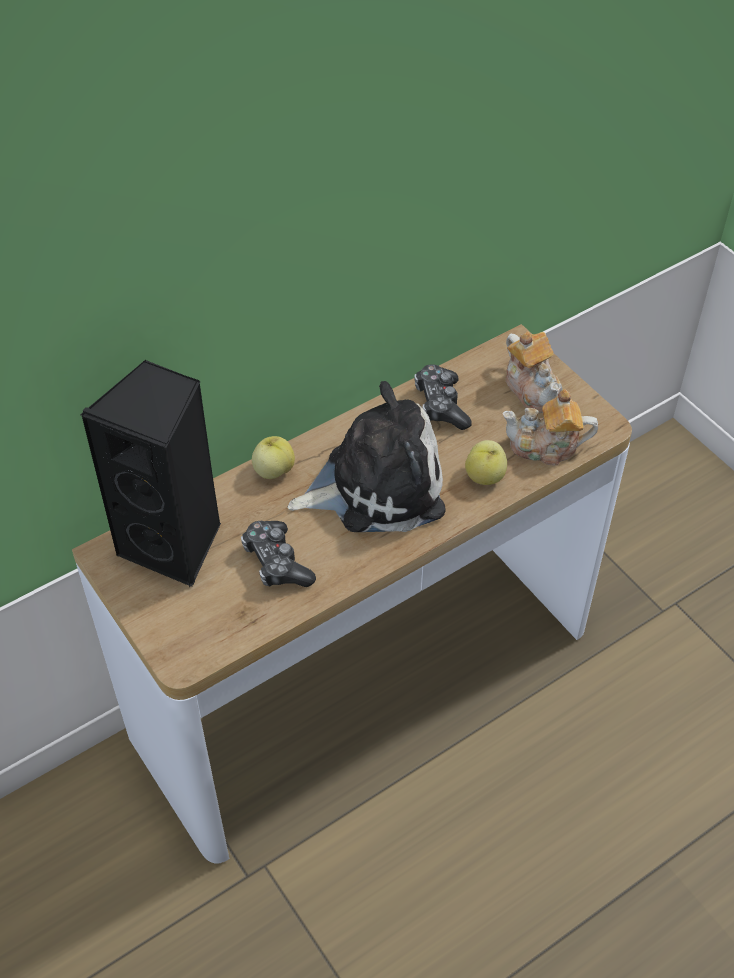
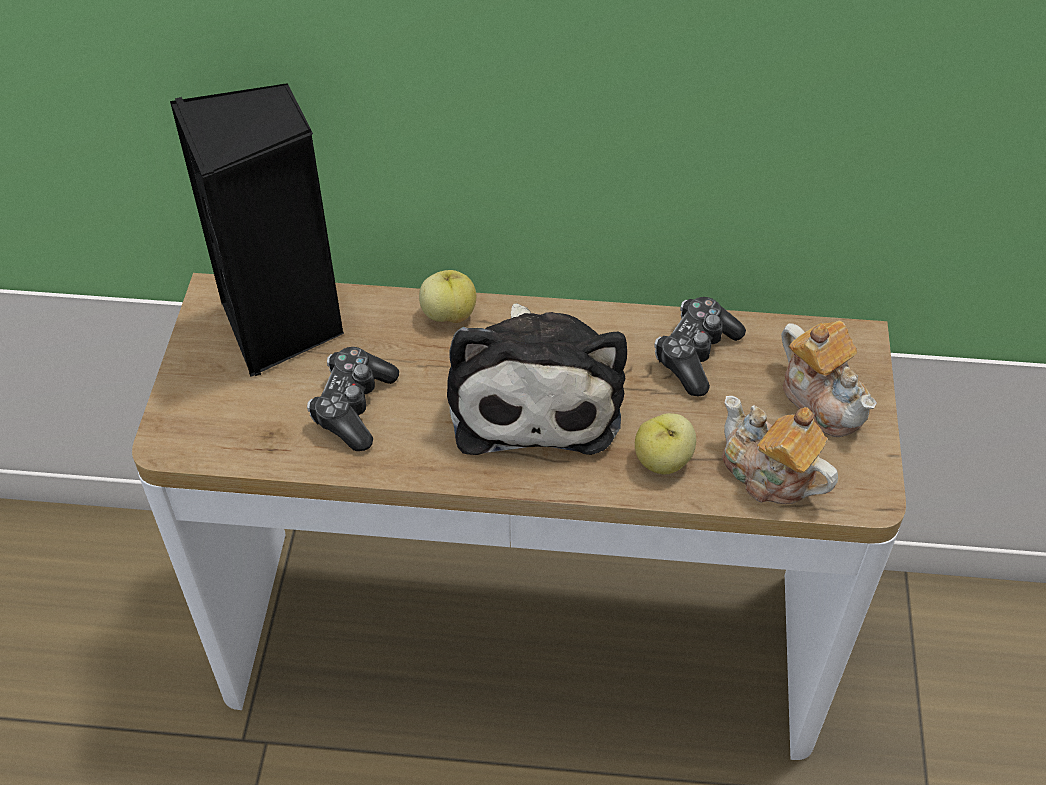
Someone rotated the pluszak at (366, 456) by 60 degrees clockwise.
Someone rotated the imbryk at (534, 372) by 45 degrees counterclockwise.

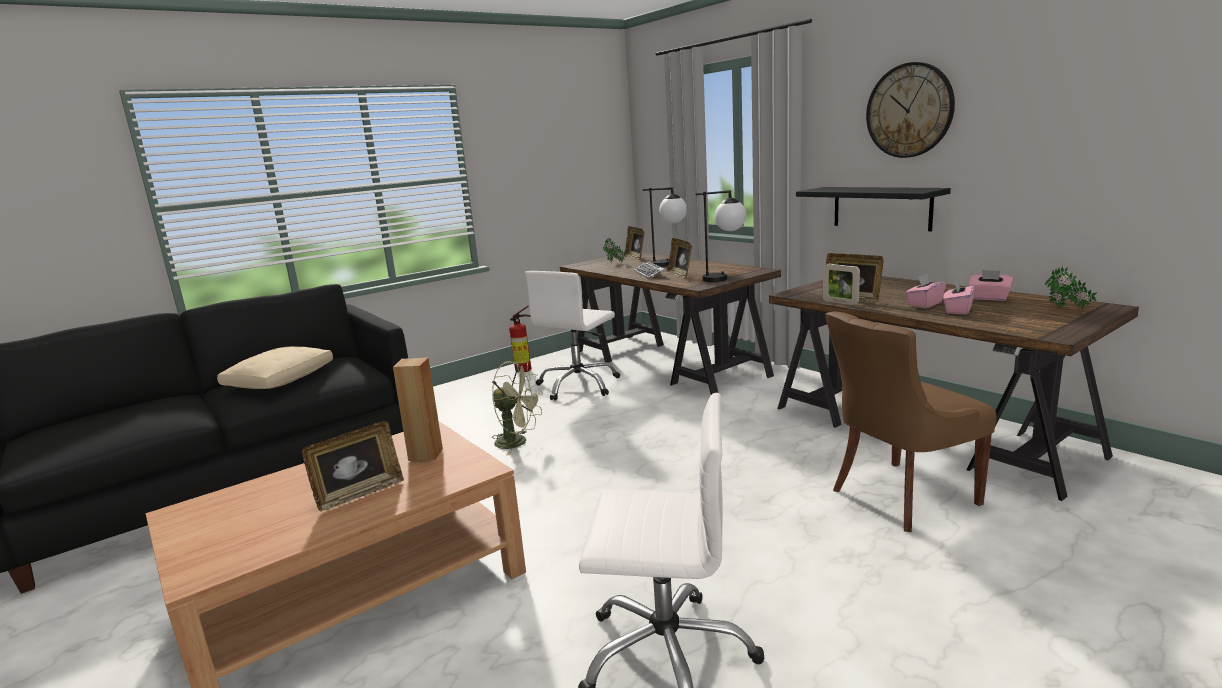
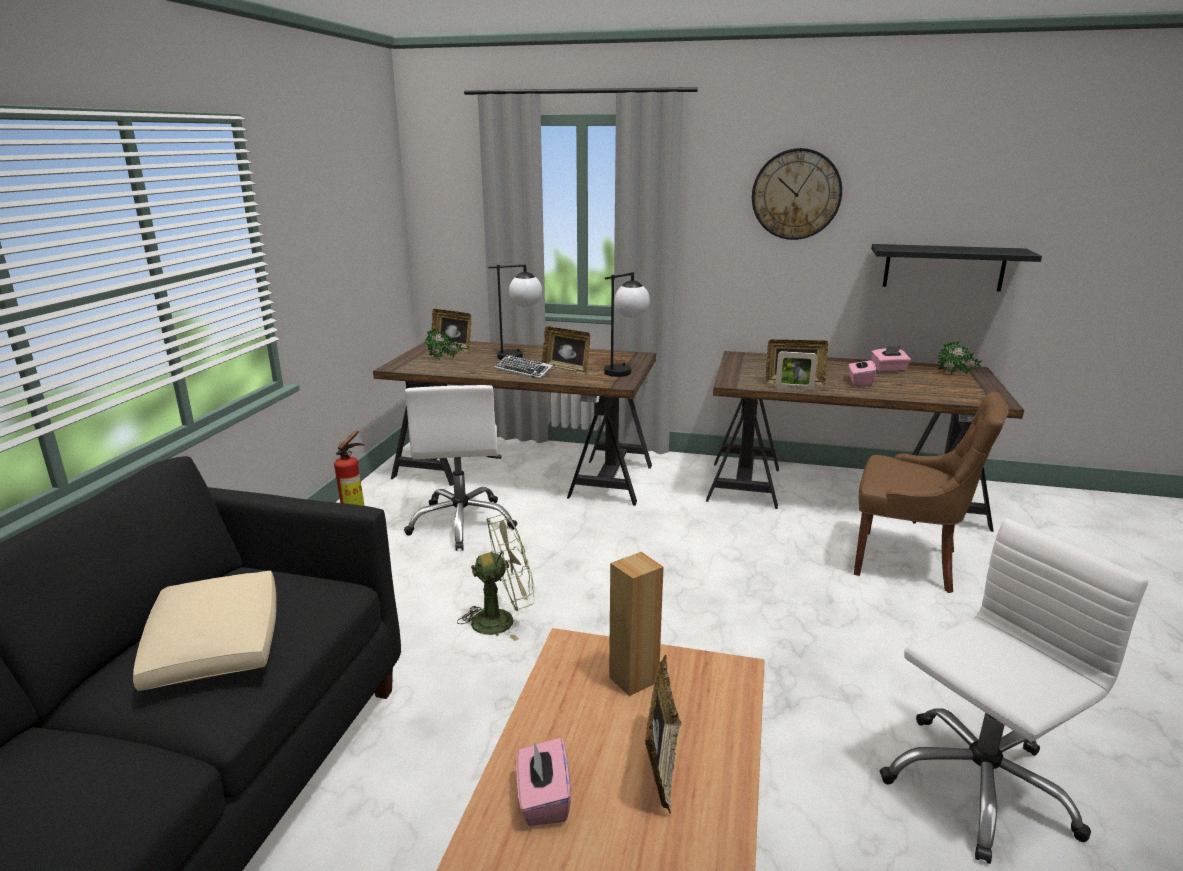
Someone carried the półka [czarny] from (873, 209) to (956, 267).
Someone rotated the krzesło [brązowy] at (910, 421) by 90 degrees counterclockwise.
Someone carried the pudełko chusteczek [różowy] from (959, 297) to (543, 782).

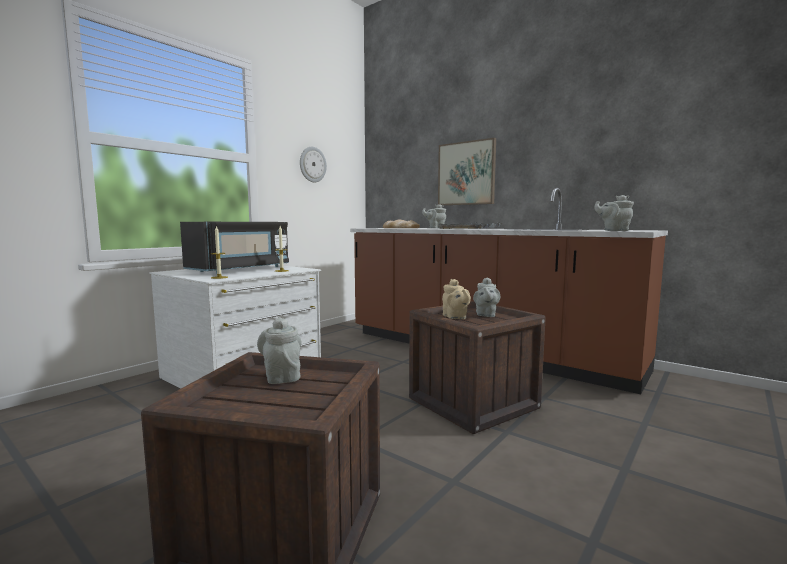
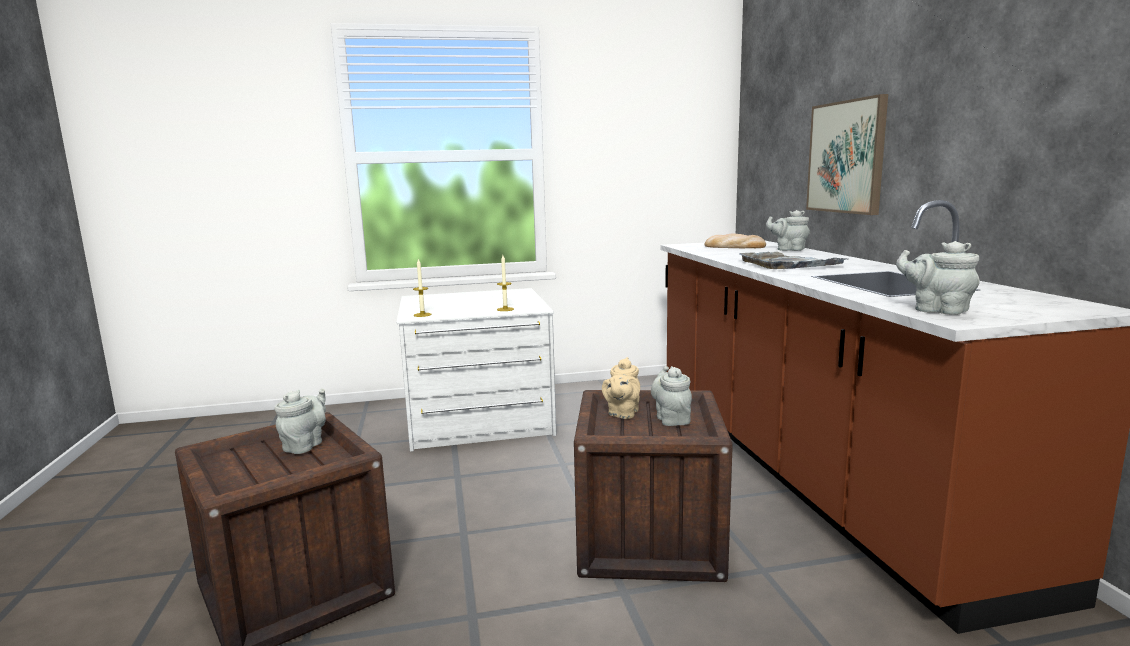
Someone took away the mikrofalówka [czarny] at (234, 248).
Someone took away the zegar ścienny at (313, 164).
Someone rotated the imbryk [szary] at (486, 297) by 120 degrees clockwise.

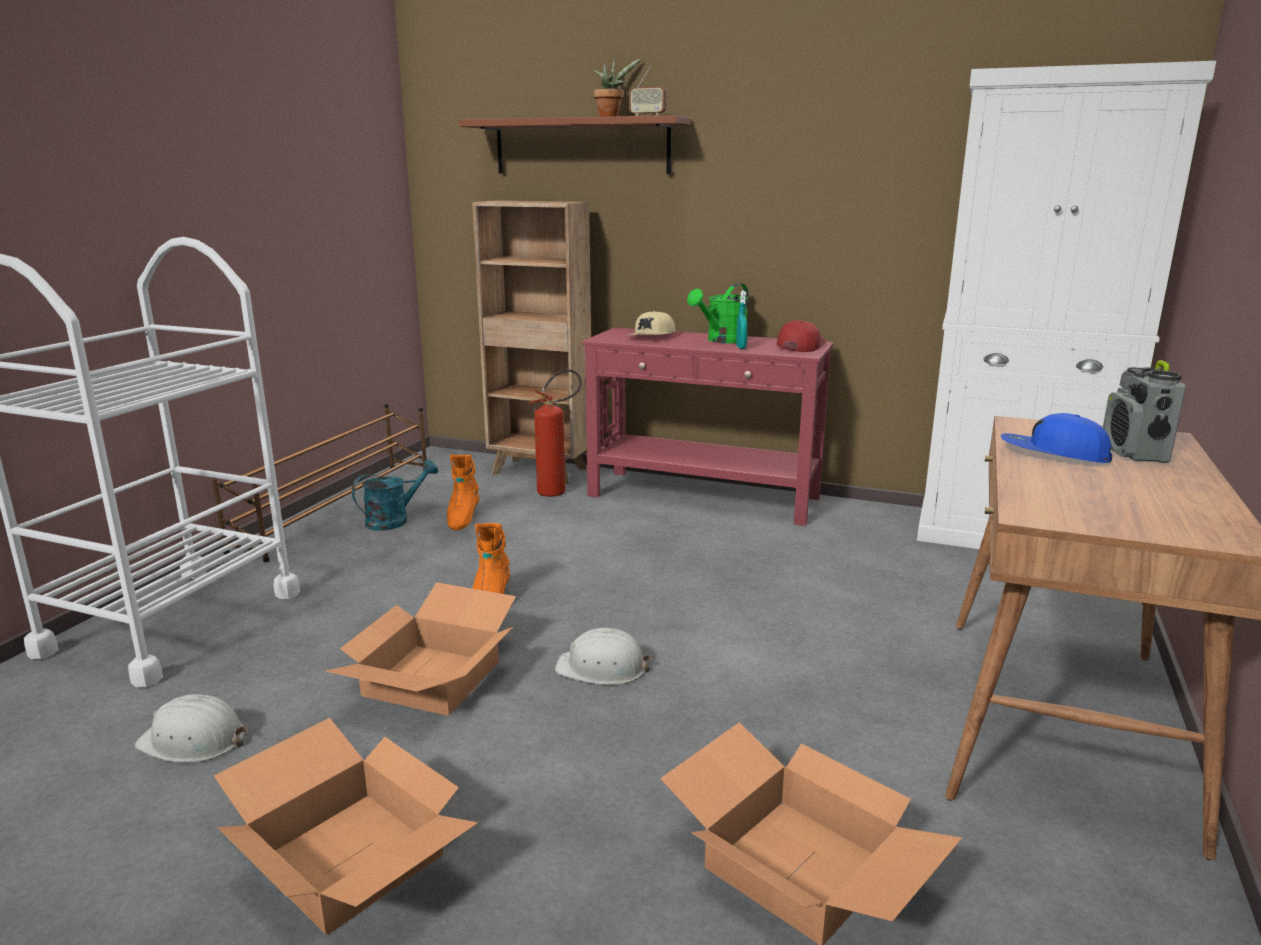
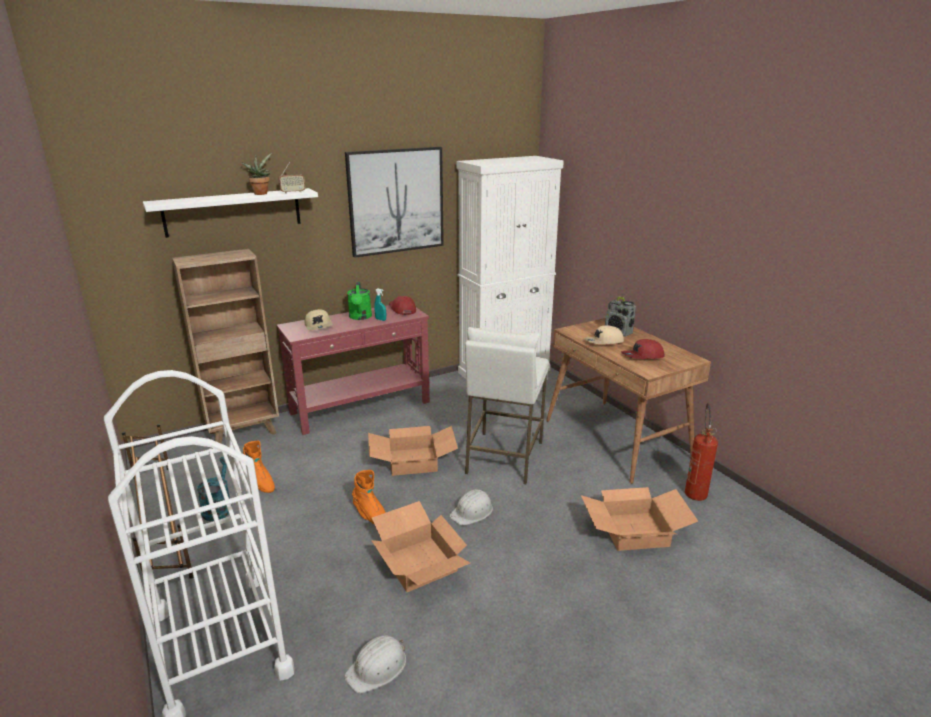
Someone carried the karton from (346, 826) to (413, 451).
Someone repainted the półka [brązowy] at (575, 144), which became the półka [biały] at (230, 213).
Someone carried the gaśnica from (555, 433) to (701, 452).
Someone repainted the czapka z daszkiem [niebieski] at (1056, 438), which became the czapka z daszkiem [beżowy] at (603, 334).
Someone put up the obraz at (394, 202).
Someone put down the stołek [biały] at (507, 405).
Someone put down the czapka z daszkiem [czerwony] at (642, 349).

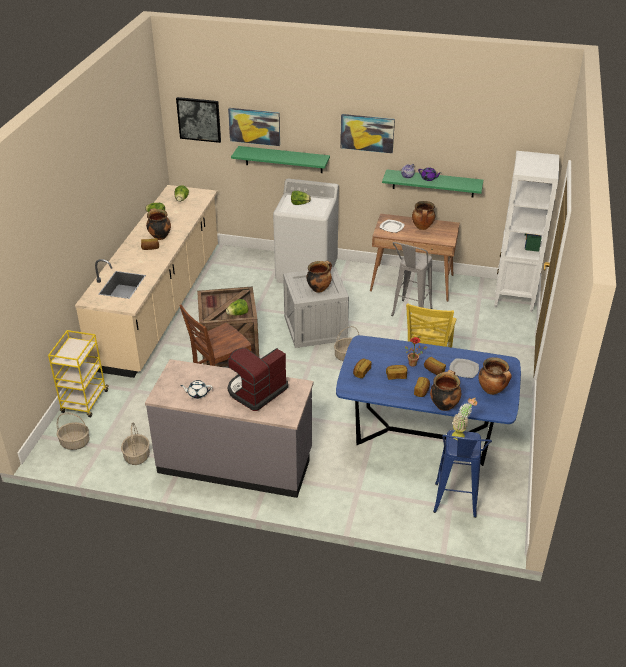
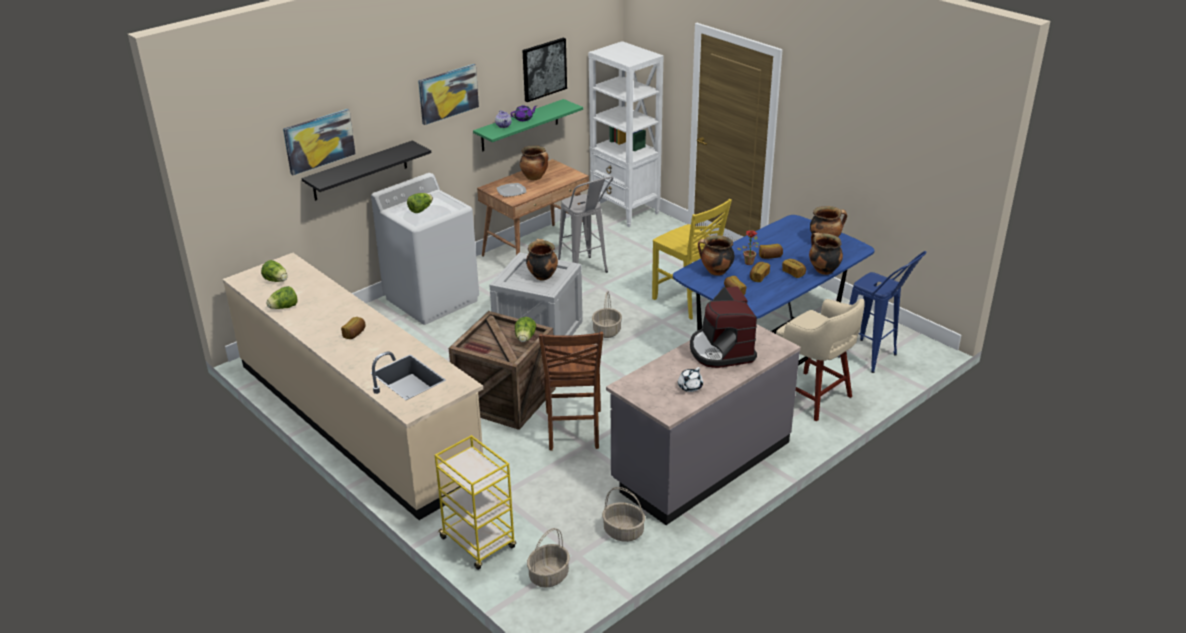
Someone carried the garnek from (158, 224) to (716, 255).
Someone carried the obraz from (198, 120) to (544, 70).
Someone repainted the półka [zielony] at (280, 159), which became the półka [czarny] at (366, 171).
Someone took away the talerz at (464, 368).
Someone took away the roślina doniczkowa at (464, 419).
Someone put down the stołek [beżowy] at (820, 360).

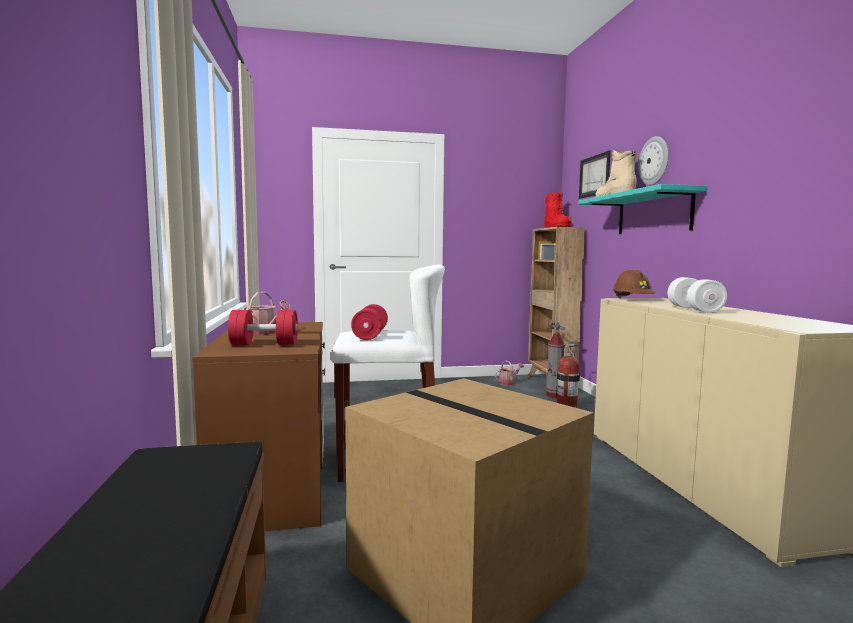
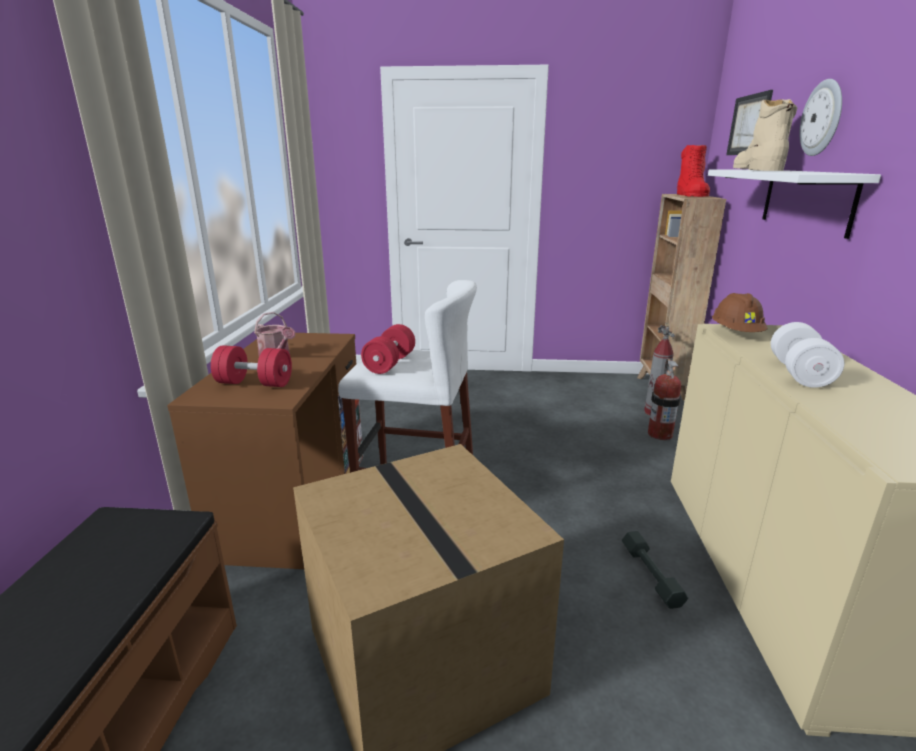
Someone took away the konewka at (509, 373).
Someone repainted the półka [turkusowy] at (642, 209), which became the półka [biały] at (794, 204).
Someone put down the hantel [szary] at (655, 570).

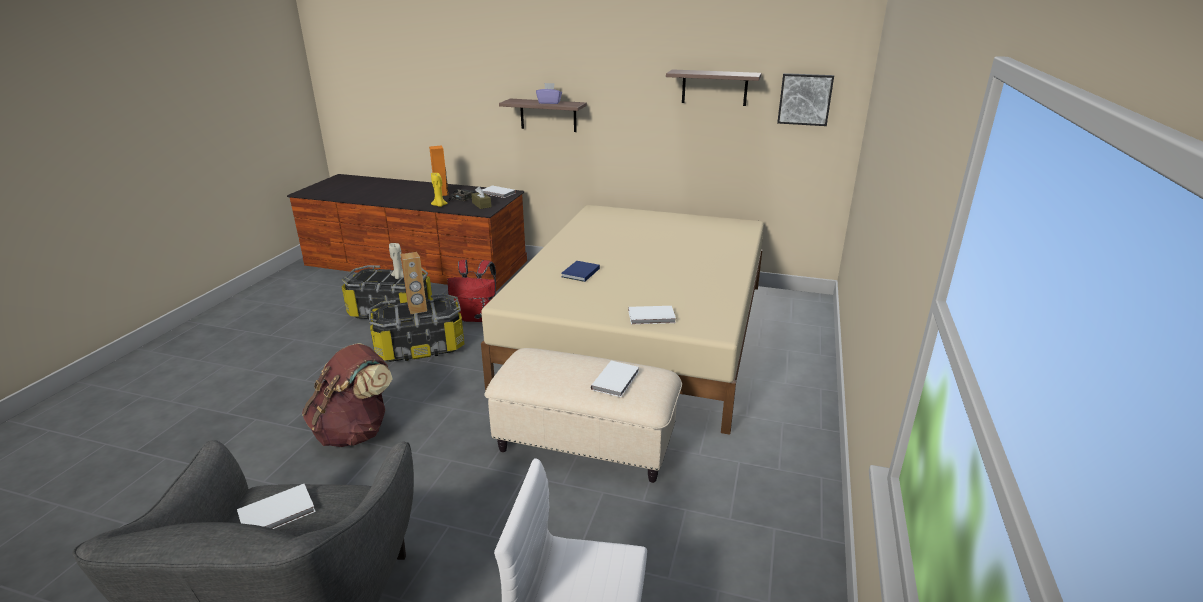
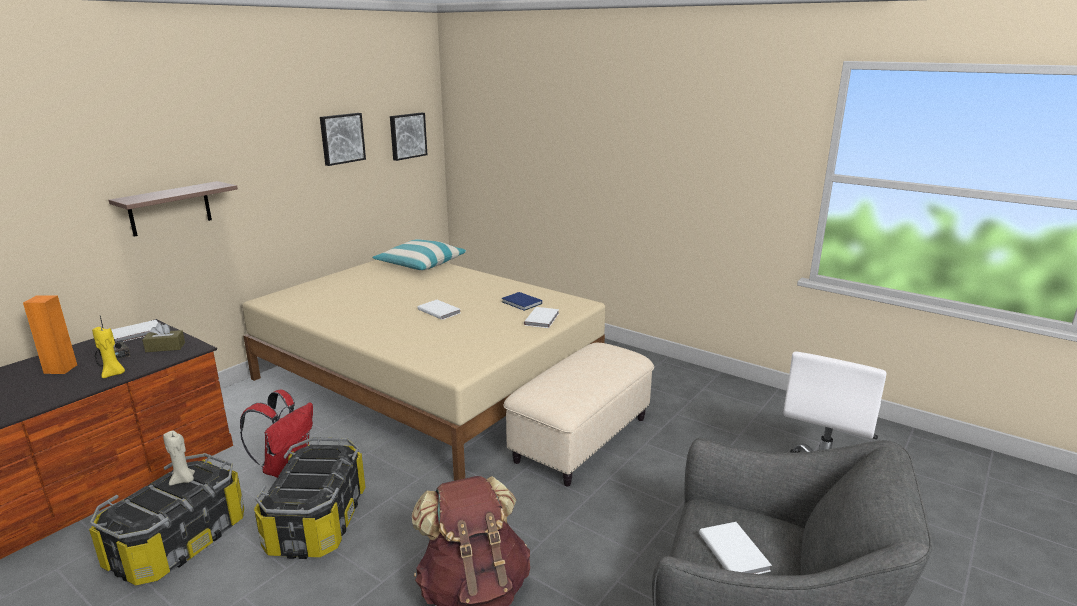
Someone took away the głośnik [brązowy] at (413, 283).
Someone took away the pudełko chusteczek [fioletowy] at (549, 93).
Someone carried the książka [niebieski] from (580, 271) to (521, 301).
Someone carried the książka [biały] from (615, 379) to (438, 310).
Someone swapped the półka at (713, 87) for the obraz at (343, 139).
Someone put down the poduszka at (419, 254).

